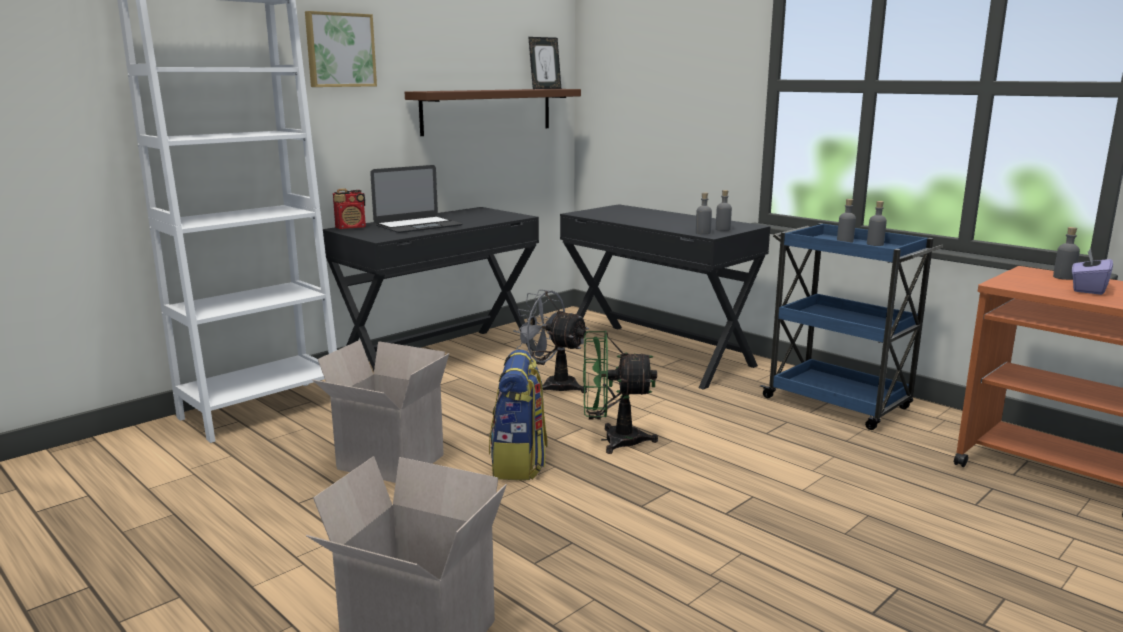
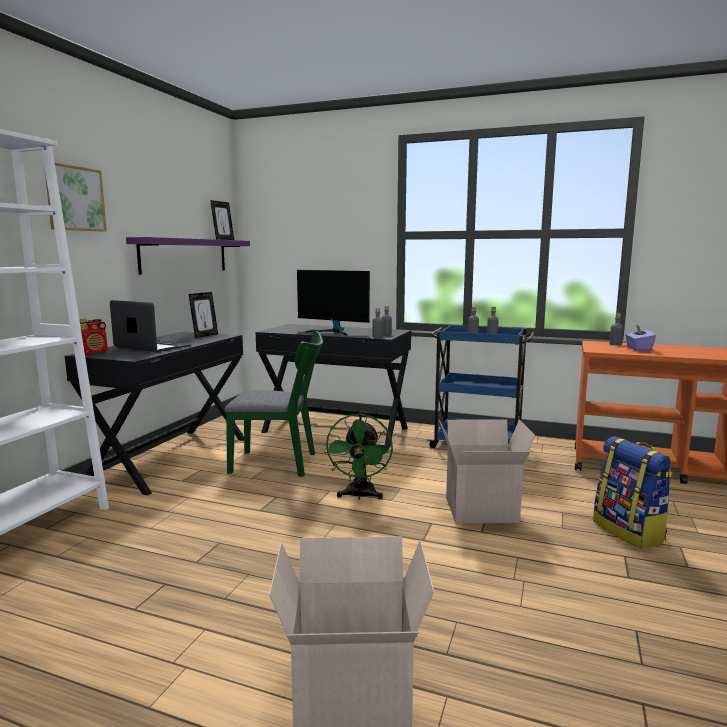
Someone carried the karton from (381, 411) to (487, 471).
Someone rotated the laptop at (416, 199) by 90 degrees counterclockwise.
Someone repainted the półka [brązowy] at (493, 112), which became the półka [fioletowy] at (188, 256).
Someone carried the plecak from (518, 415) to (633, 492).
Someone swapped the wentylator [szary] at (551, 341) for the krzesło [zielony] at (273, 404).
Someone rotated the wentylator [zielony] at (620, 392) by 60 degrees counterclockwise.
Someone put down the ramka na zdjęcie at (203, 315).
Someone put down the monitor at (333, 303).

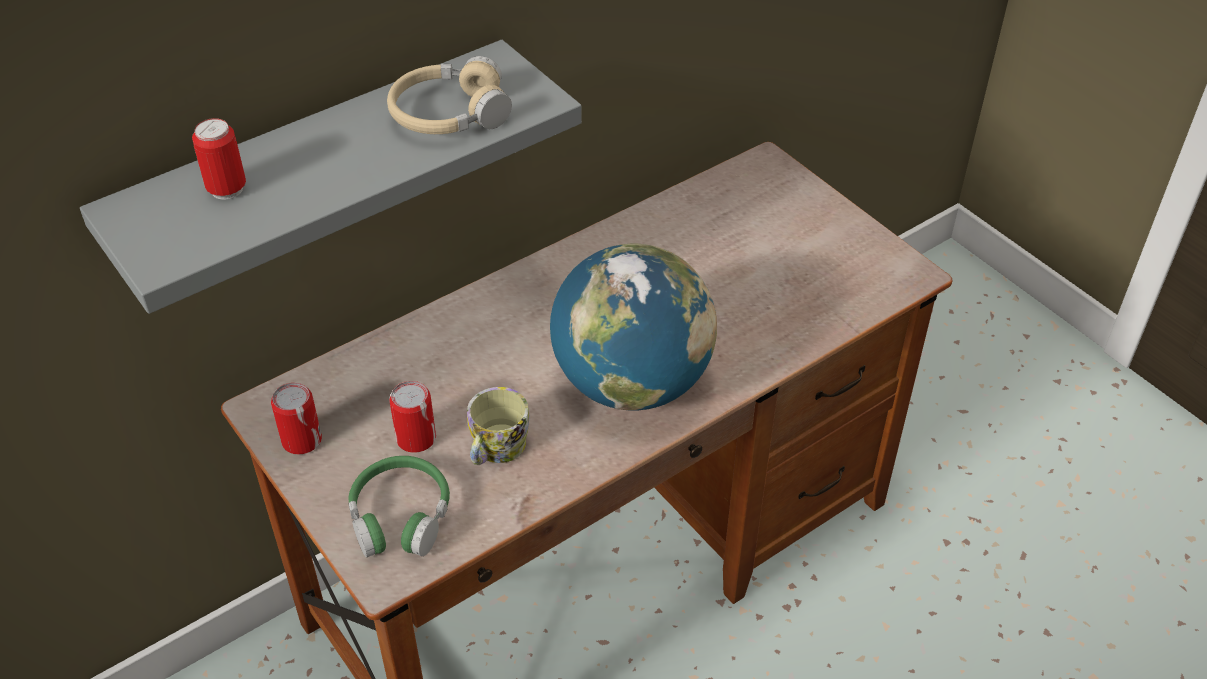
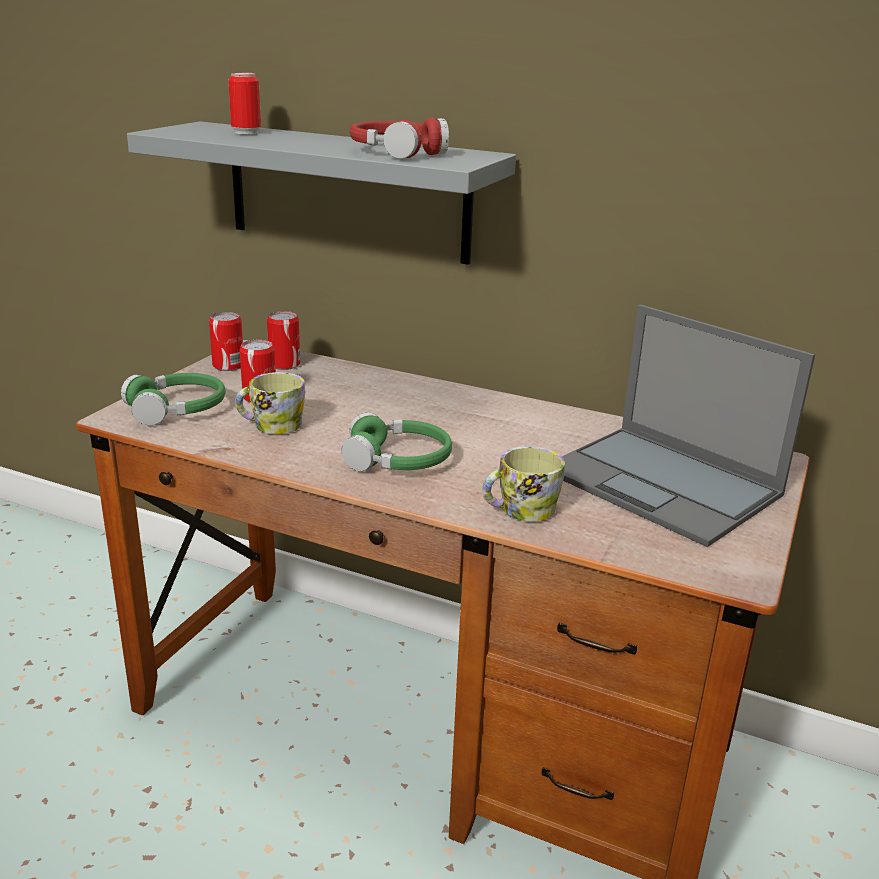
Someone repainted the słuchawki [beżowy] at (449, 95), which became the słuchawki [czerwony] at (399, 138).
Someone swapped the globus at (633, 327) for the słuchawki [zielony] at (397, 442).
Someone put down the puszka at (283, 340).
Someone put down the kubek at (523, 483).
Someone put down the laptop at (688, 425).

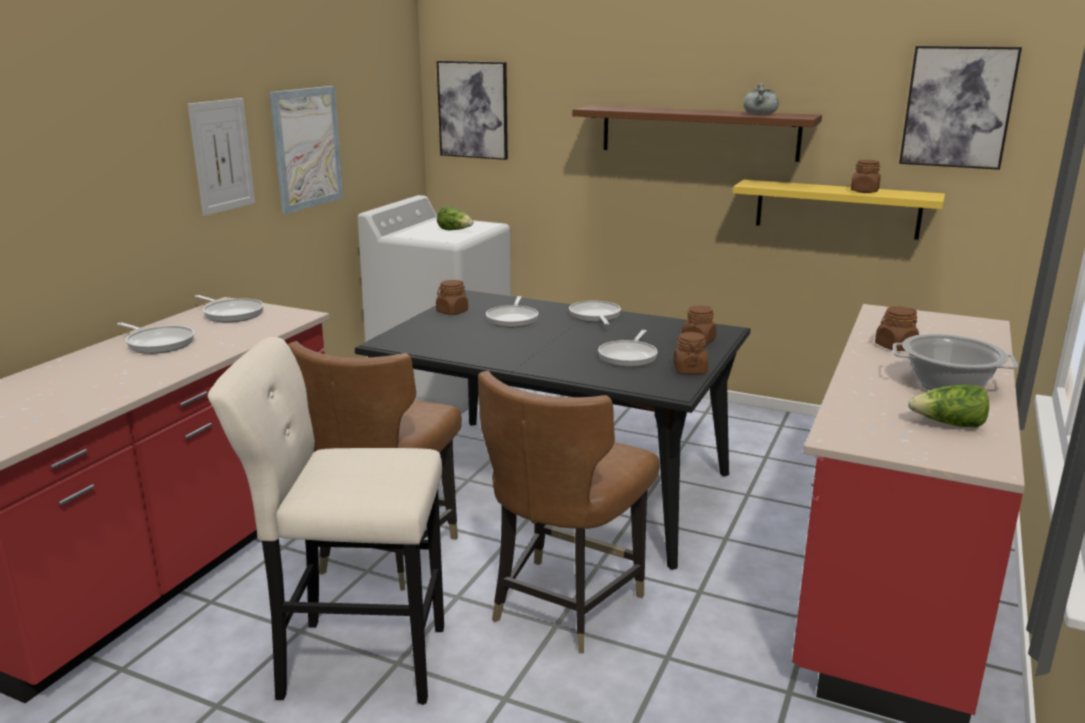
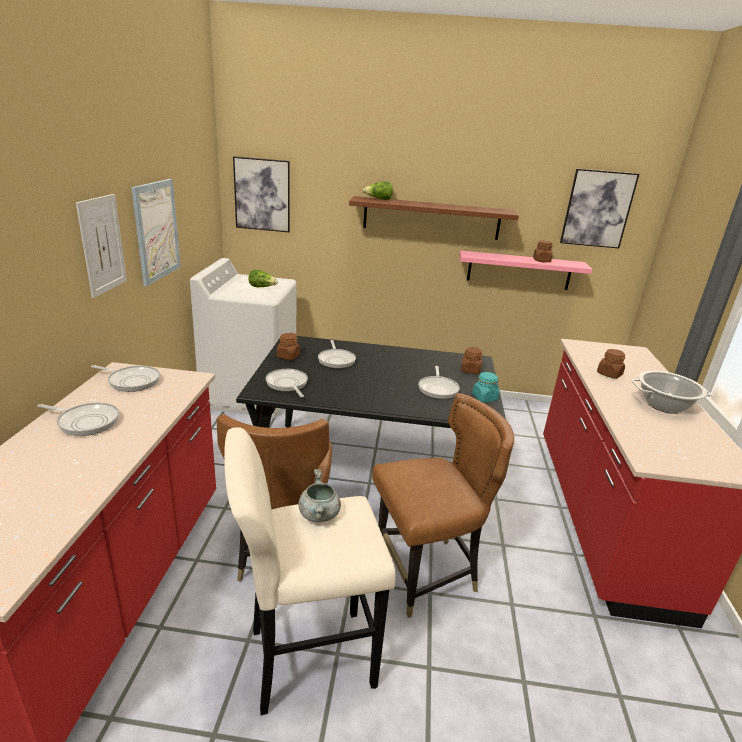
Someone rotated the krzesło [brązowy] at (568, 512) by 120 degrees counterclockwise.
Someone carried the patelnia from (595, 313) to (287, 383).
Someone repainted the słoik [brązowy] at (690, 353), which became the słoik [turkusowy] at (486, 387).
Someone repainted the półka [żółty] at (839, 210), which became the półka [różowy] at (526, 270).
Someone carried the garnek [szary] from (761, 99) to (319, 495).
Someone carried the sałata from (948, 406) to (378, 191).

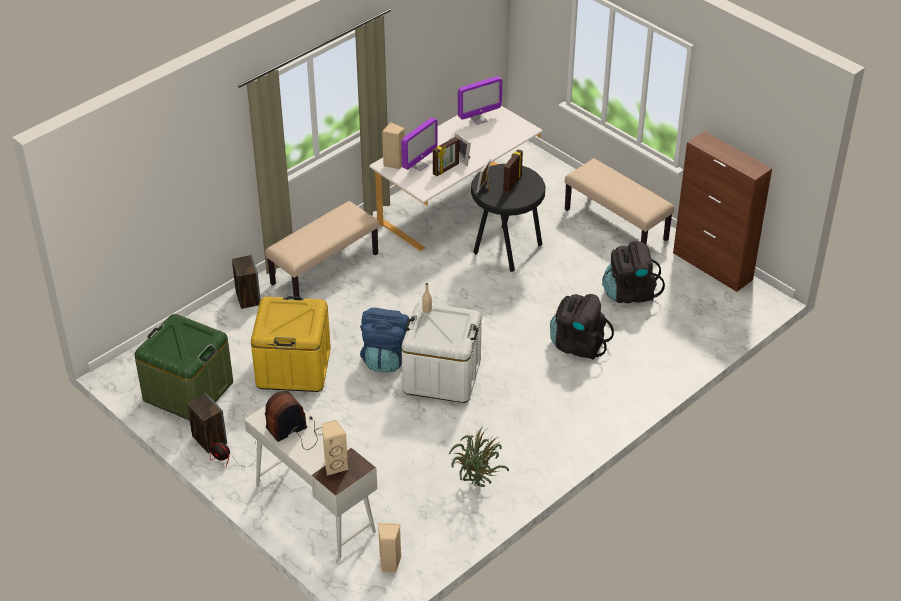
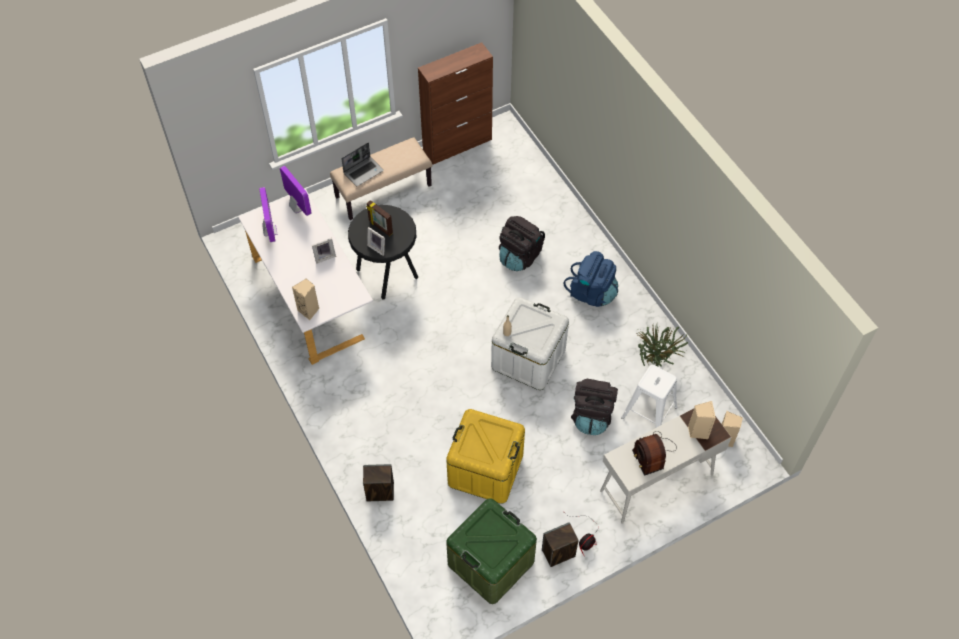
Someone took away the ławka [beżowy] at (322, 250).
Someone carried the plecak [niebieski] from (384, 340) to (590, 279).
Someone carried the monitor from (419, 144) to (295, 191).
Someone took away the ramka na zdjęcie at (446, 156).
Someone carried the plecak [czarny] from (633, 272) to (594, 407).
Someone put down the laptop at (362, 164).
Someone put down the stołek [biały] at (649, 396).

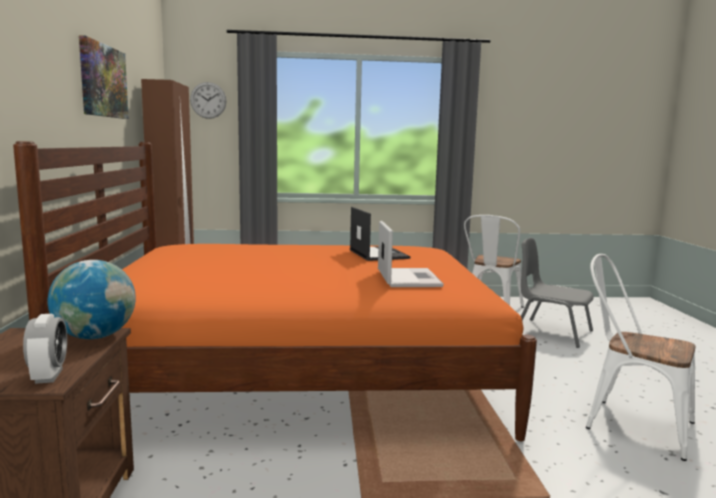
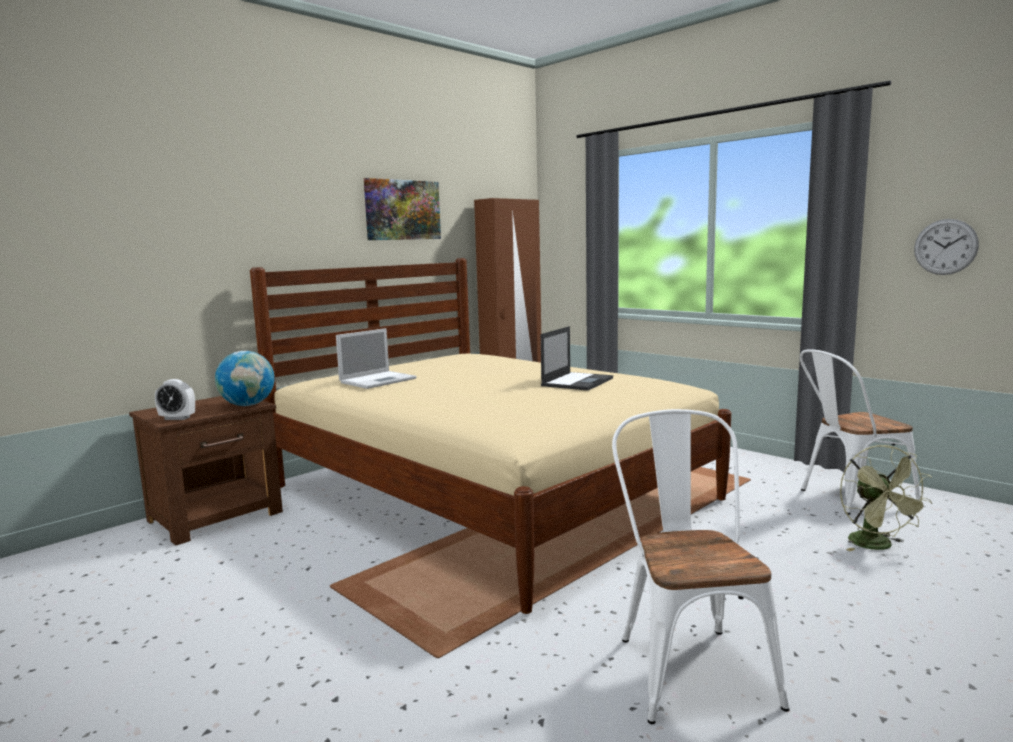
Someone repainted the łóżko [pomarańczowy] at (275, 291), which became the łóżko [beżowy] at (490, 436).
Someone rotated the budzik at (45, 349) by 60 degrees clockwise.
Someone carried the zegar ścienny from (208, 100) to (946, 247).
Someone carried the laptop from (411, 254) to (376, 358).
Someone swapped the krzesło [szary] at (557, 293) for the wentylator [zielony] at (886, 498).

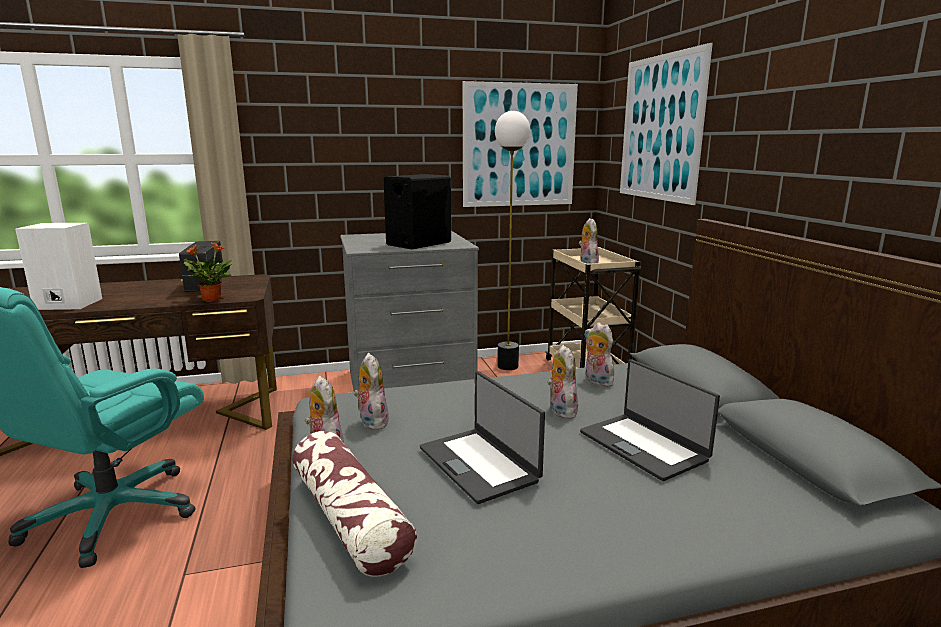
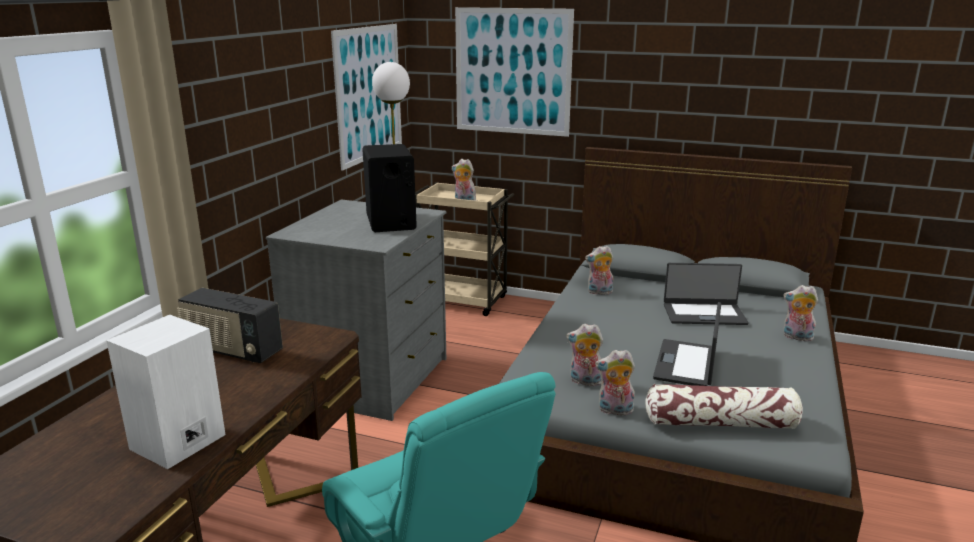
Someone took away the roślina doniczkowa at (206, 272).
Someone rotated the laptop at (482, 437) by 105 degrees clockwise.
Someone carried the pluszak from (562, 382) to (800, 313).

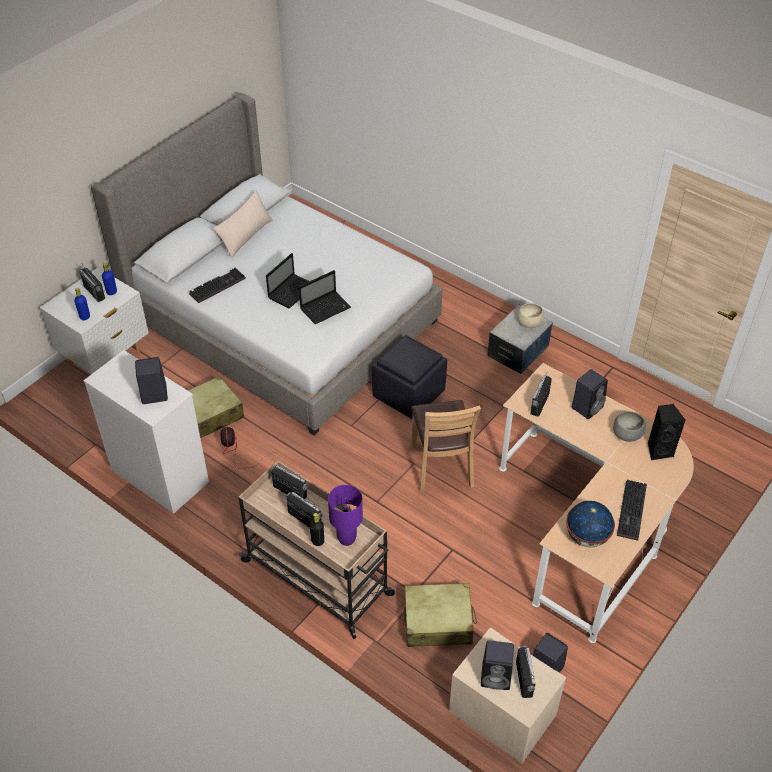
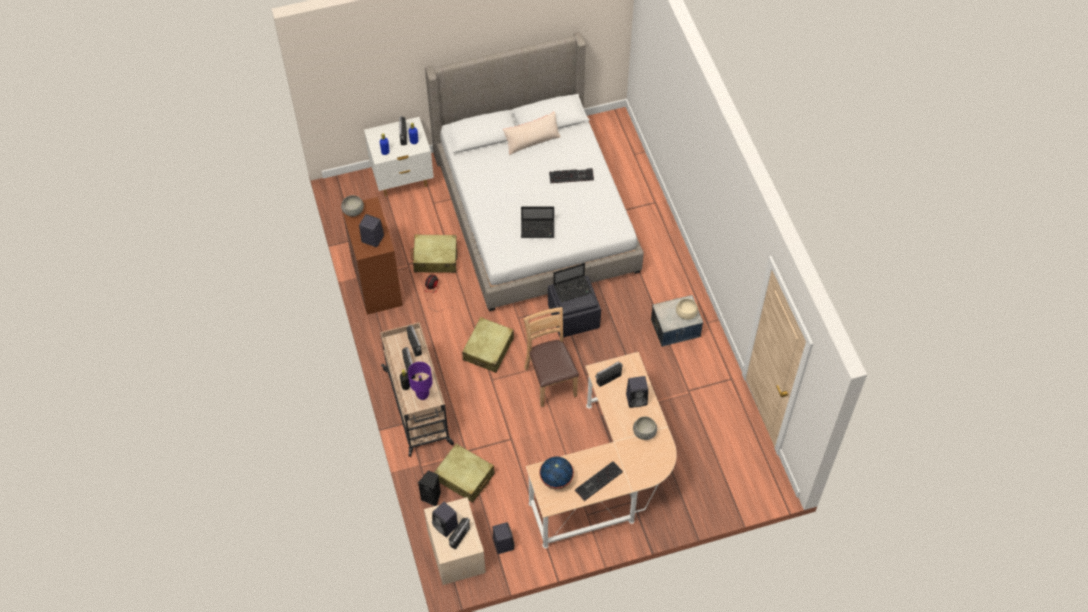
Someone repainted the komoda [biały] at (146, 432), which became the komoda [brązowy] at (372, 256).
Someone carried the klawiatura from (217, 285) to (571, 175).
Someone carried the laptop from (287, 280) to (572, 282).
Someone rotated the krzesło [brązowy] at (446, 447) by 135 degrees clockwise.
Someone carried the głośnik [czarny] from (666, 432) to (429, 488).
Someone put down the miska [szary] at (352, 206).
Someone put down the walizka [beżowy] at (488, 345).

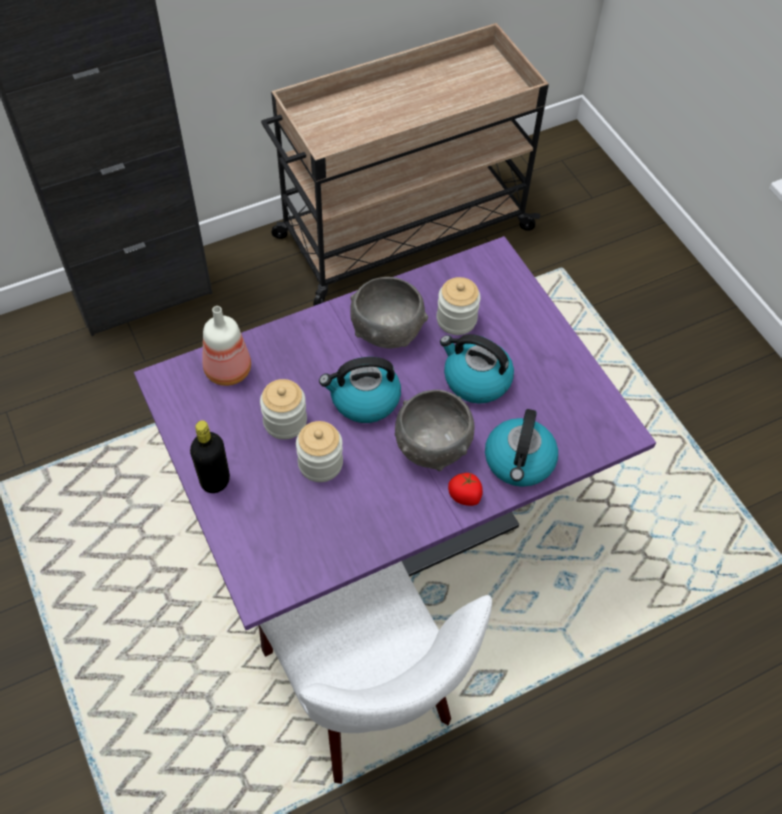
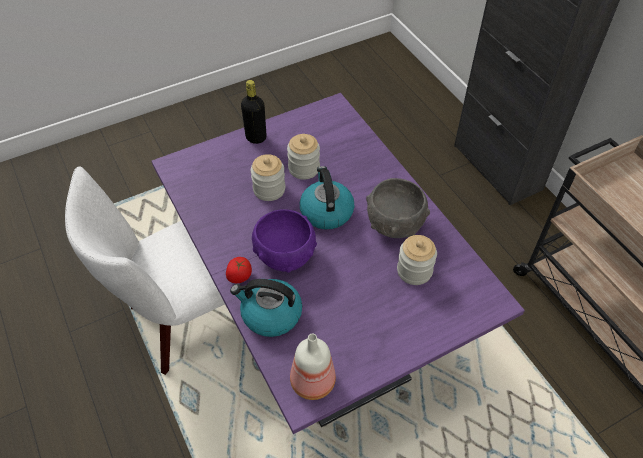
Someone carried the butelka from (226, 346) to (313, 366).
Someone repainted the miska [szary] at (435, 430), which became the miska [fioletowy] at (284, 241).
Someone took away the czajnik at (477, 369).

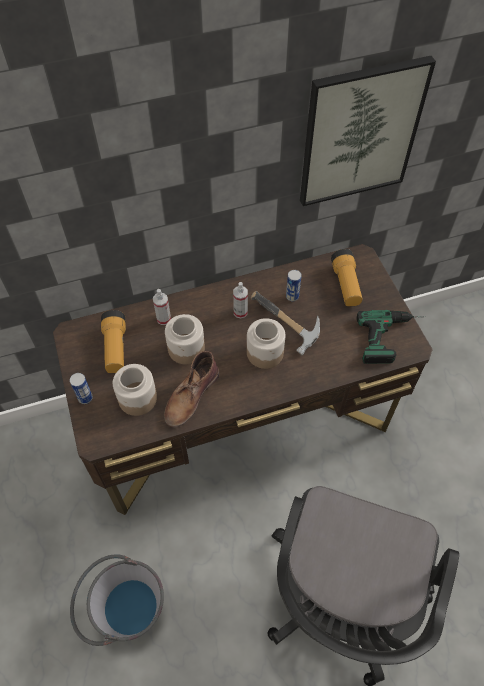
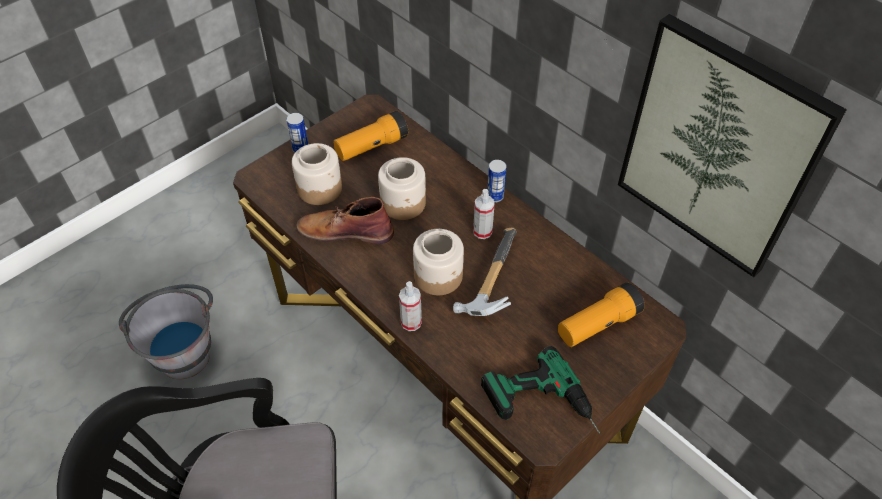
Someone carried the spryskiwacz from (162, 307) to (410, 306).
Someone carried the puszka from (294, 285) to (497, 181).

